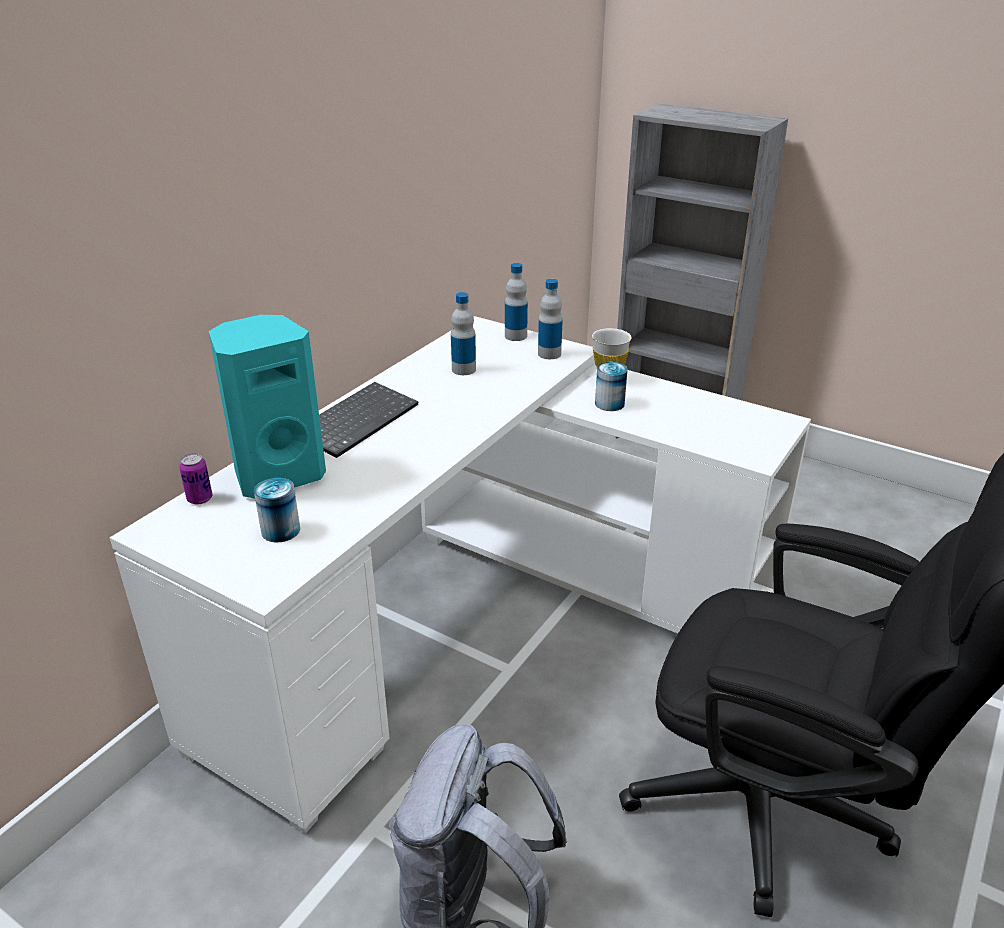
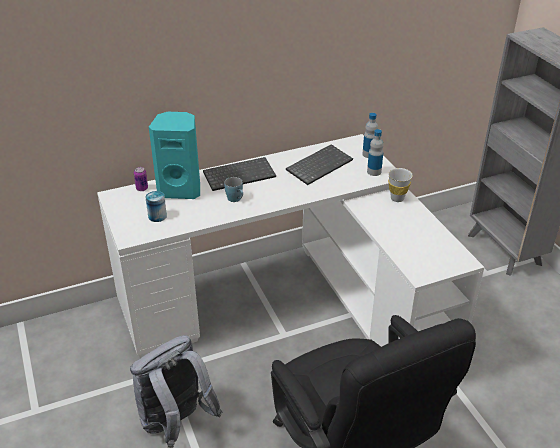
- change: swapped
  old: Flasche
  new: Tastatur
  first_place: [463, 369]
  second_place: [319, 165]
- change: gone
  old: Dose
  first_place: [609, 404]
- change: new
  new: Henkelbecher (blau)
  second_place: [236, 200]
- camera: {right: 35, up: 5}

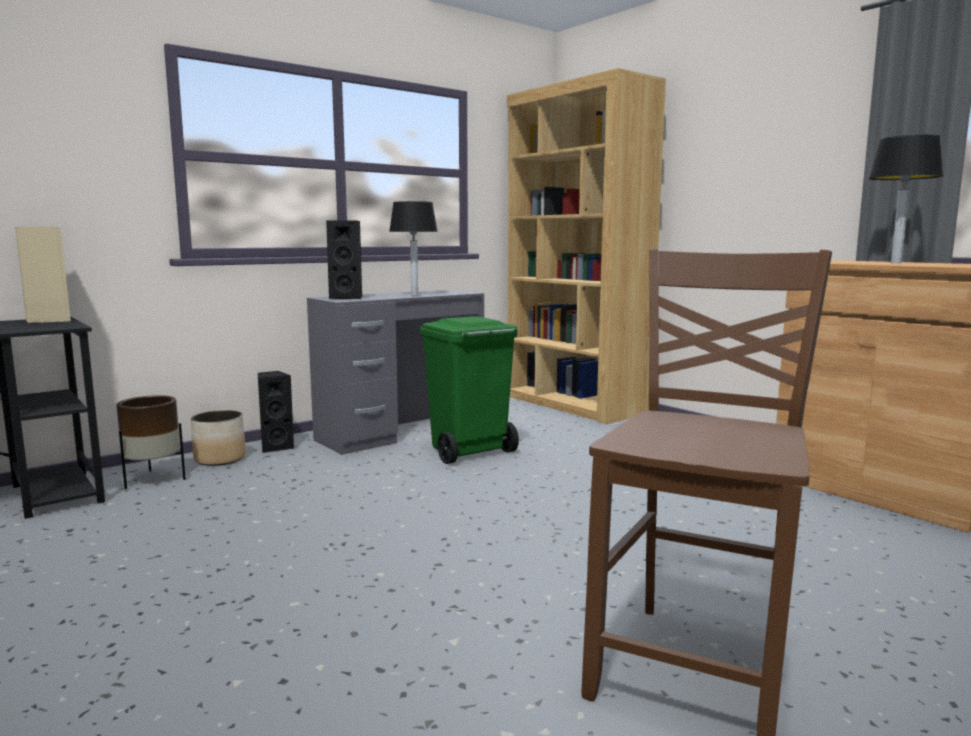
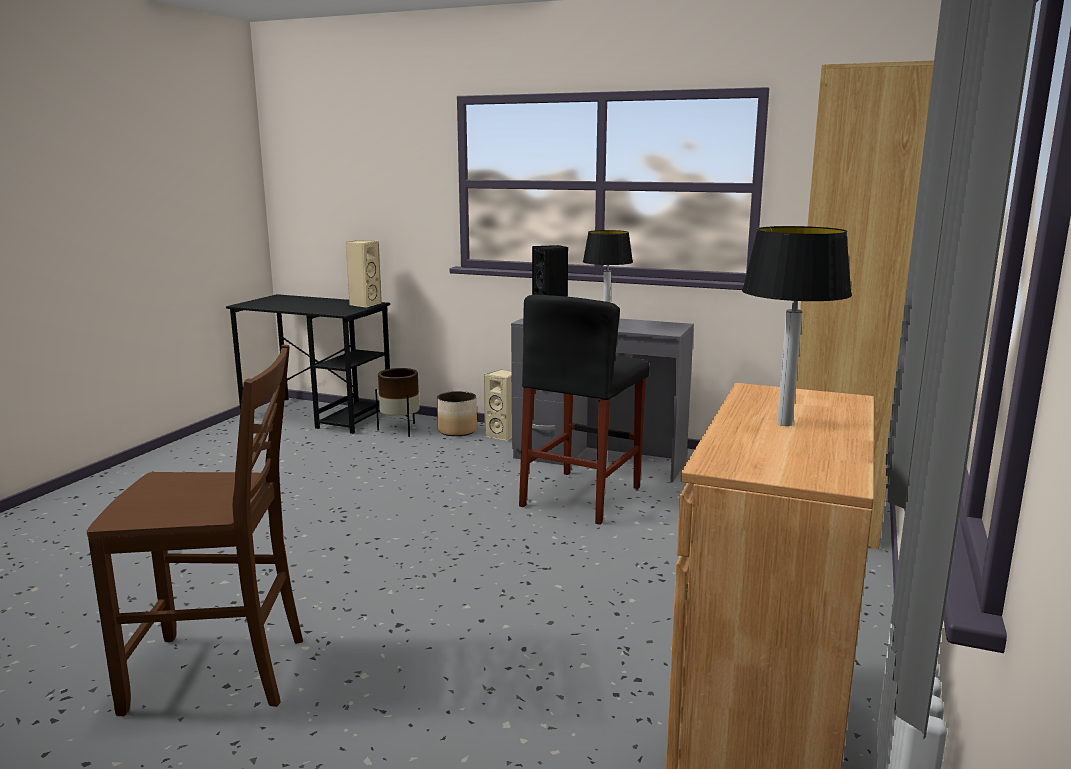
- change: repainted
  old: Lautsprecher (schwarz)
  new: Lautsprecher (beige)
  first_place: [276, 447]
  second_place: [502, 435]
- change: swapped
  old: Mülleimer (grün)
  new: Hocker (schwarz)
  first_place: [468, 452]
  second_place: [581, 496]
- camera: {right: 60, up: 5}

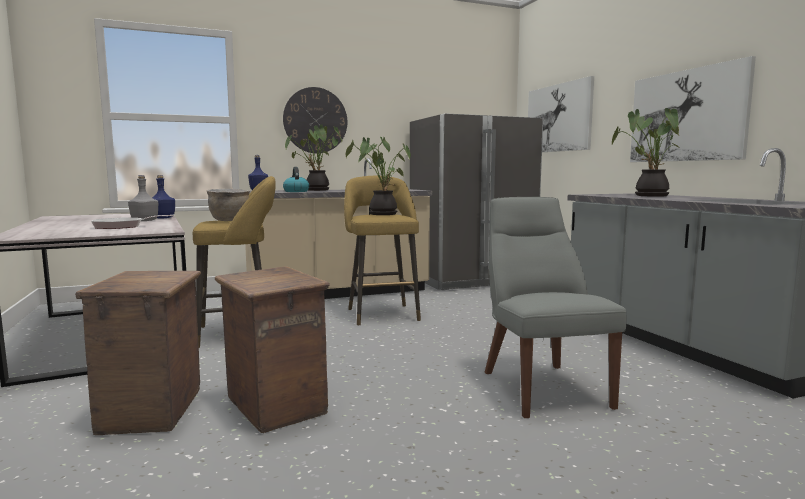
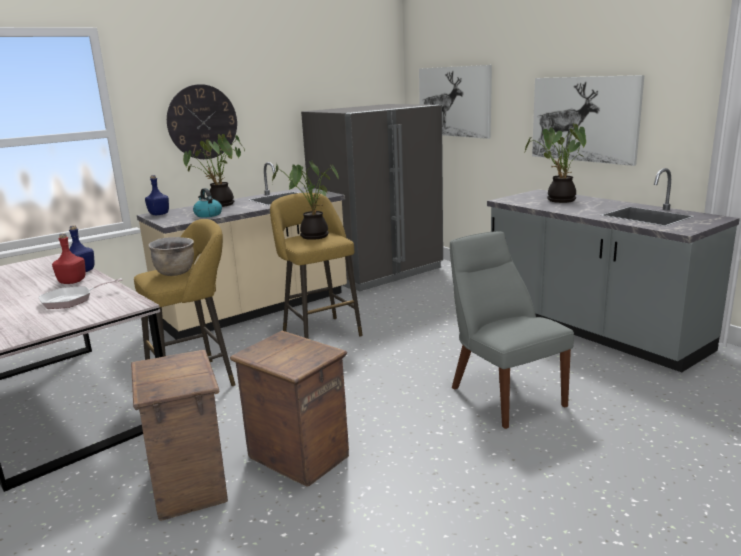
- change: repainted
  old: Flasche (grau)
  new: Flasche (rot)
  first_place: [145, 221]
  second_place: [73, 282]
- camera: {right: -15, up: 10}

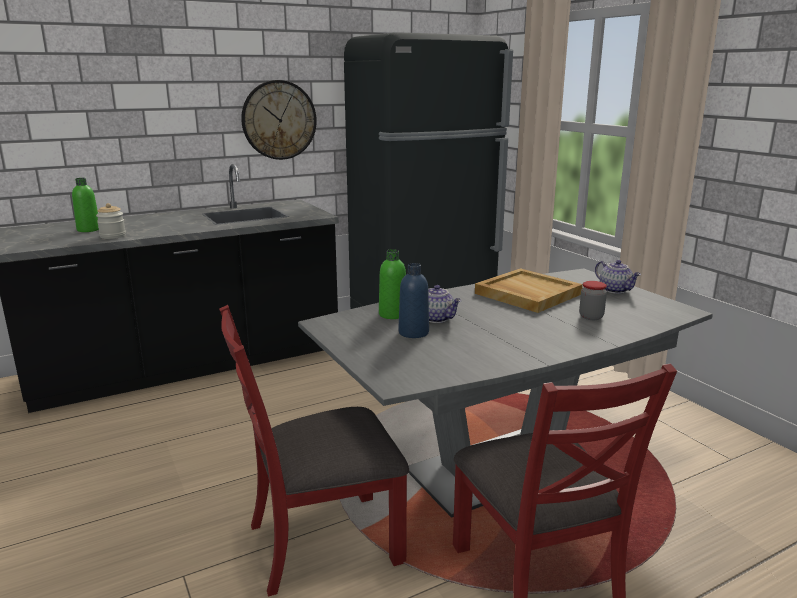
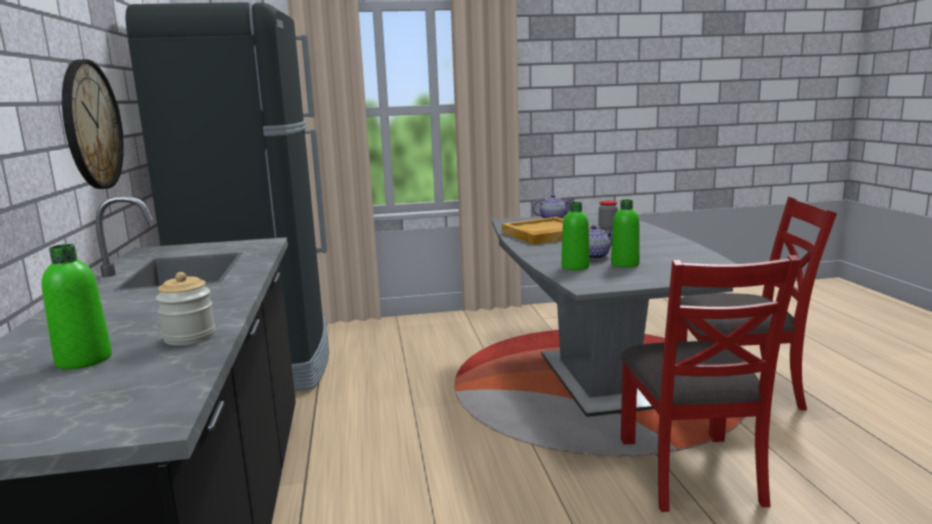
- change: repainted
  old: Flasche (blau)
  new: Flasche (grün)
  first_place: [413, 333]
  second_place: [625, 264]
- camera: {right: -70, up: -5}

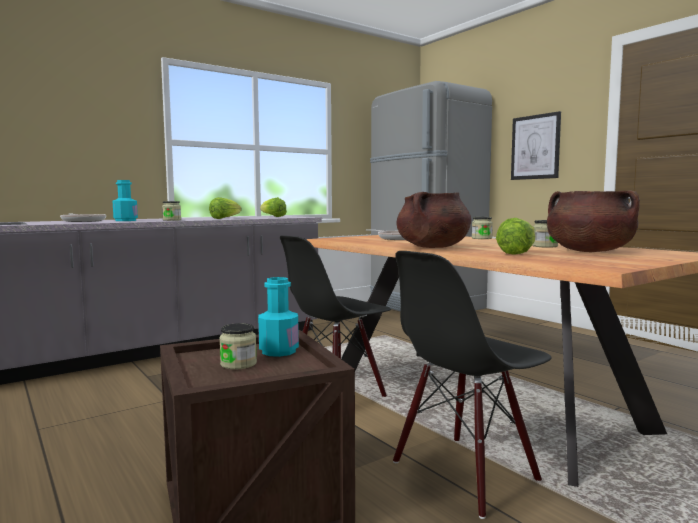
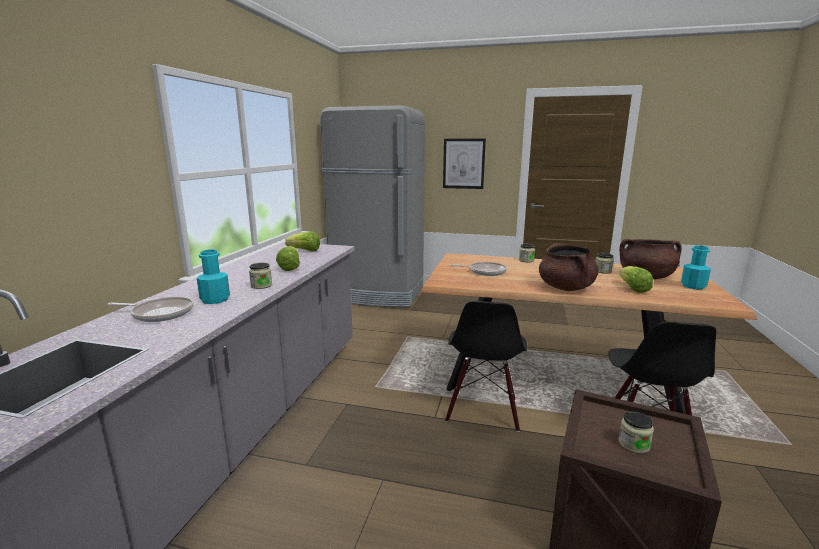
- change: shifted
  old: Flasche (türkis)
  first_place: [279, 351]
  second_place: [693, 286]
- camera: {right: -40, up: 10}

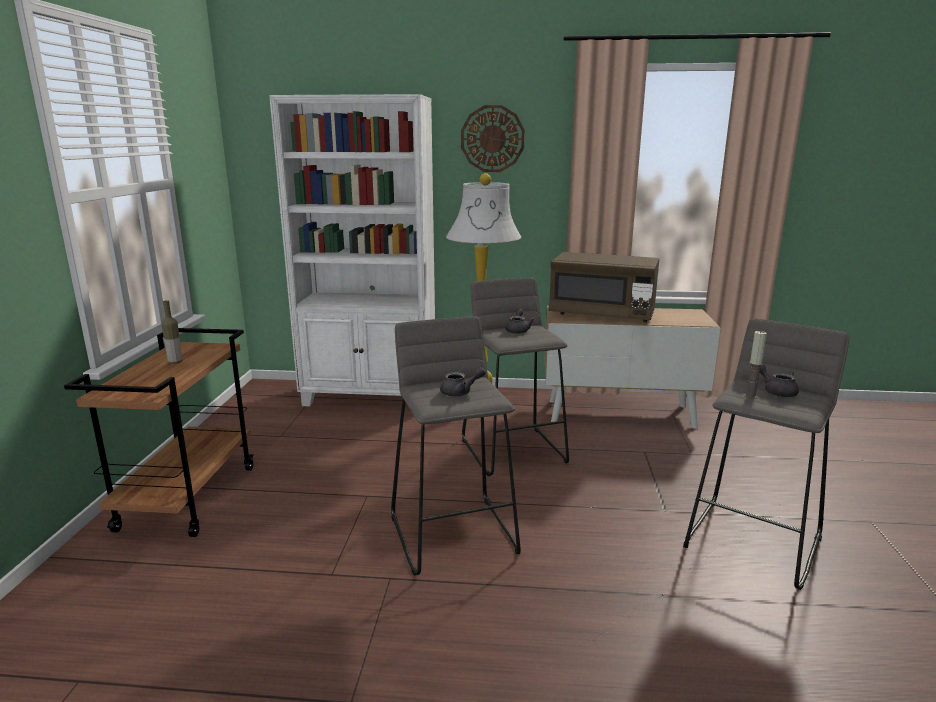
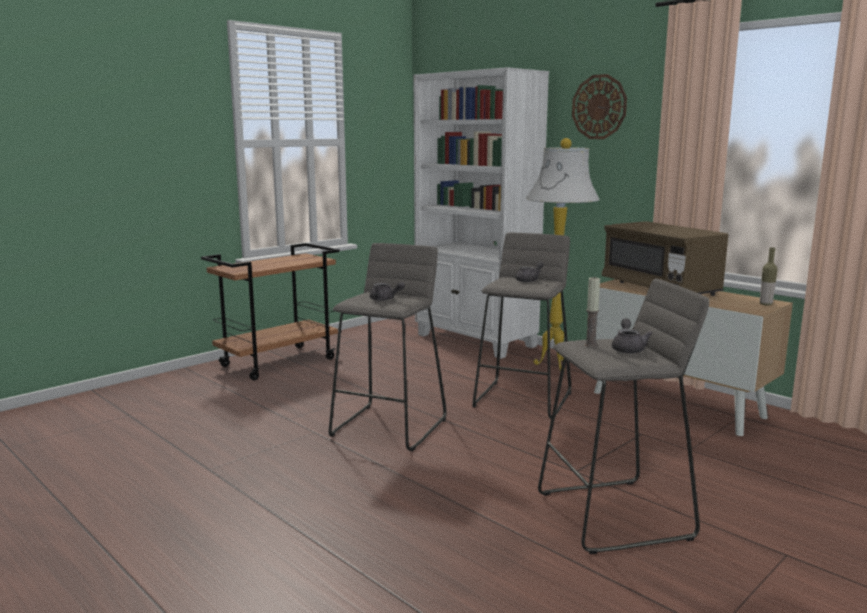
- change: shifted
  old: Flasche
  first_place: [175, 362]
  second_place: [765, 304]
- camera: {right: 40, up: -5}

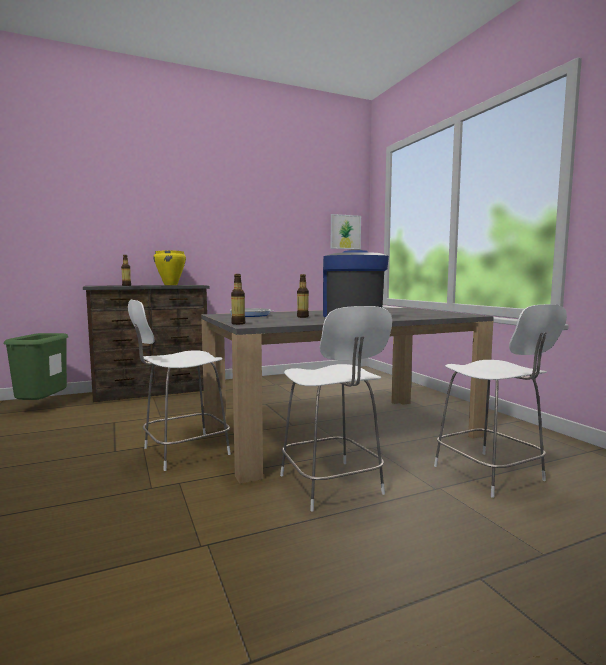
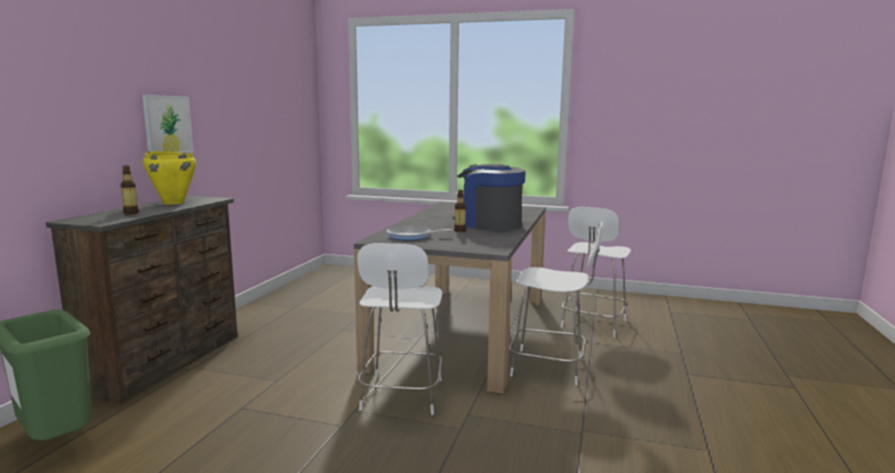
- change: gone
  old: Flasche
  first_place: [238, 324]
- change: shifted
  old: Bild
  first_place: [345, 232]
  second_place: [167, 125]
- change: rotated
  old: Stuhl (weiß)
  first_place: [491, 475]
  second_place: [593, 324]
  degrees: 105
- camera: {right: -50, up: 5}

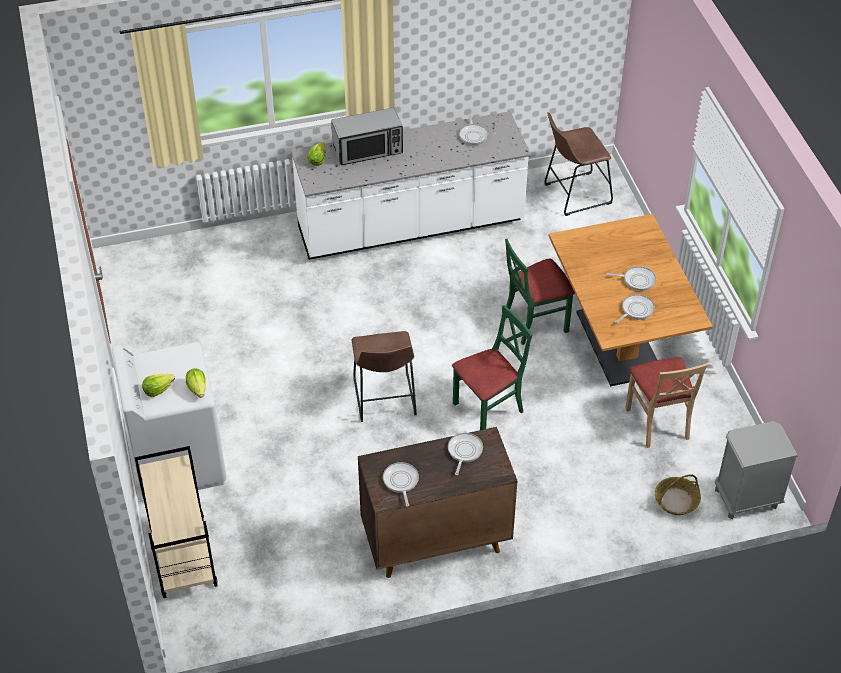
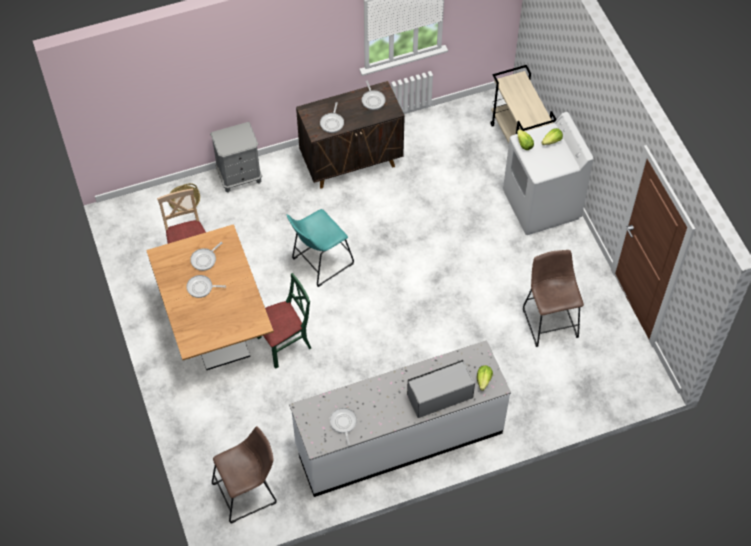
- change: shifted
  old: Hocker (braun)
  first_place: [384, 400]
  second_place: [549, 320]
- change: swapped
  old: Stuhl (grün)
  new: Hocker (türkis)
  first_place: [488, 409]
  second_place: [319, 263]
- change: shifted
  old: Nachttisch (grau)
  first_place: [746, 499]
  second_place: [240, 177]
- camera: {right: 175, up: 10}

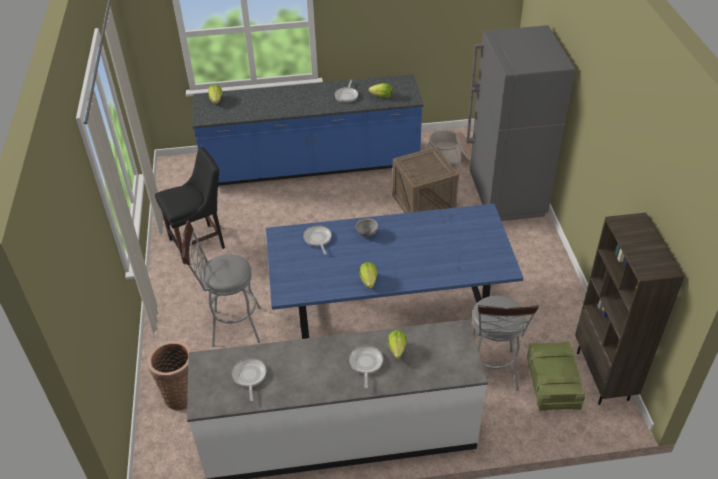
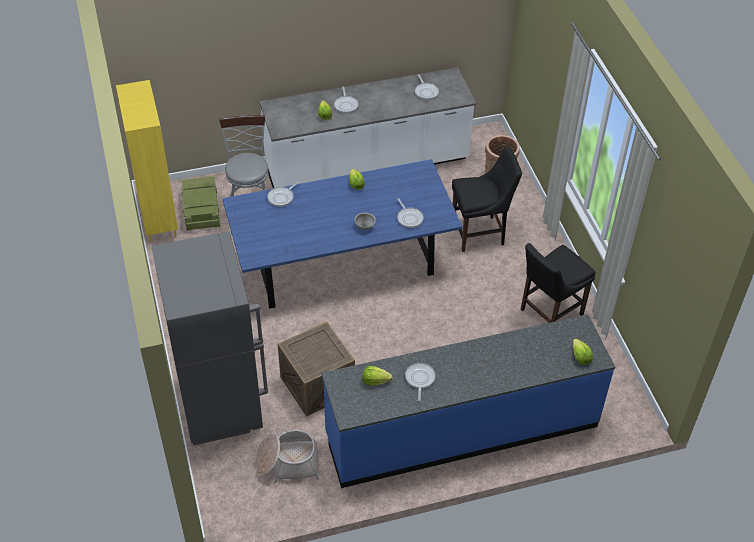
- change: swapped
  old: Hocker (grau)
  new: Stuhl (schwarz)
  first_place: [231, 326]
  second_place: [480, 233]
- change: repainted
  old: Bücherregal (braun)
  new: Bücherregal (gelb)
  first_place: [603, 376]
  second_place: [158, 220]
- change: new
  new: Pfanne
  second_place: [282, 197]
- camera: {right: 170, up: 5}

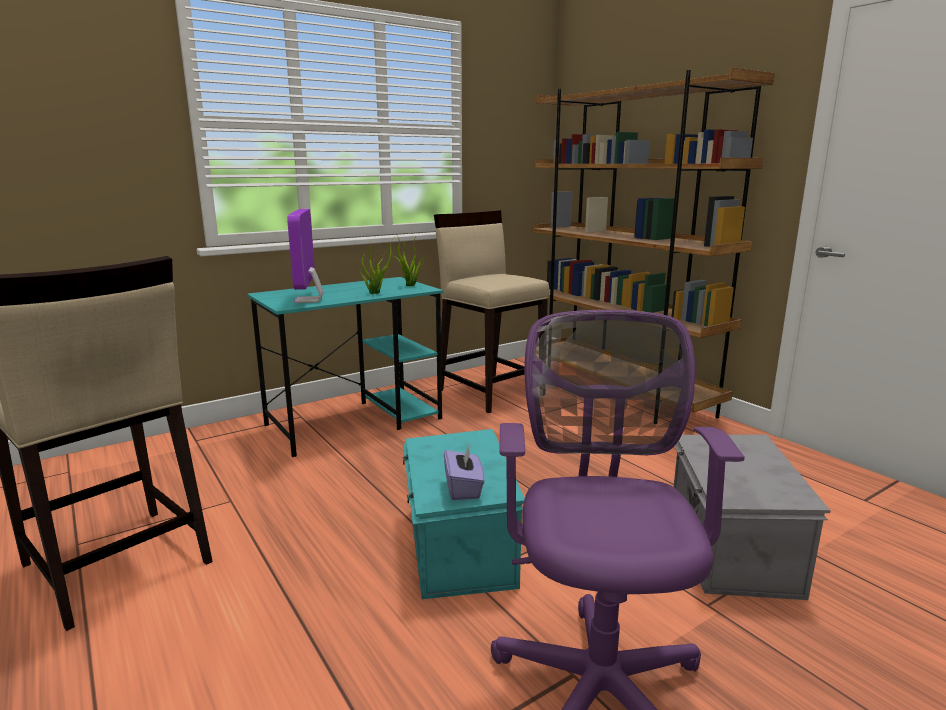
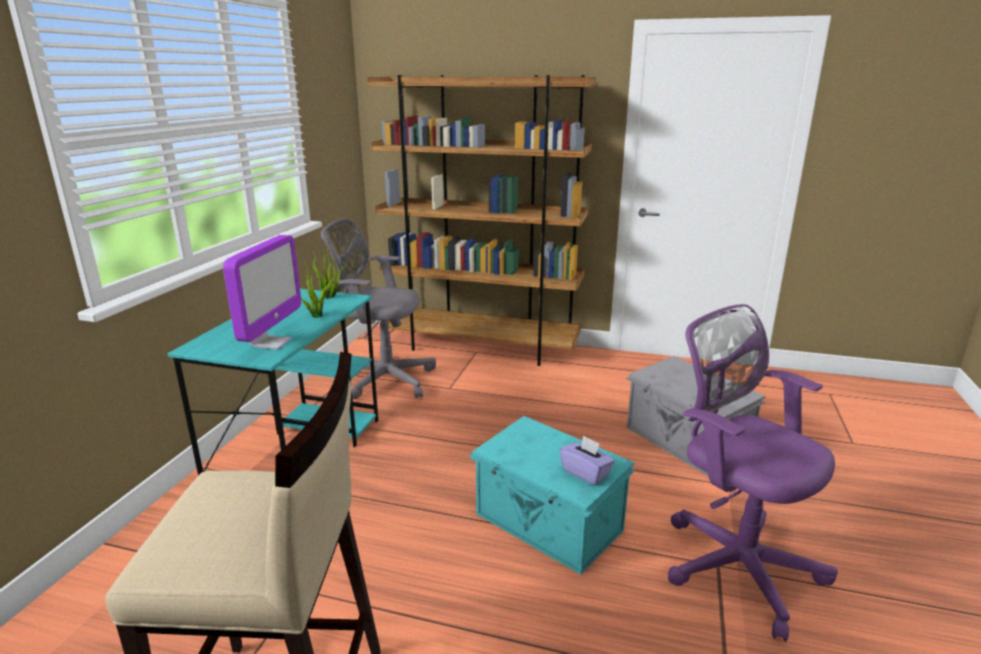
- change: rotated
  old: Monitor
  first_place: [309, 300]
  second_place: [271, 343]
  degrees: -120
- change: swapped
  old: Hocker (beige)
  new: Bürostuhl (grau)
  first_place: [490, 392]
  second_place: [383, 378]
- camera: {right: -40, up: 5}

